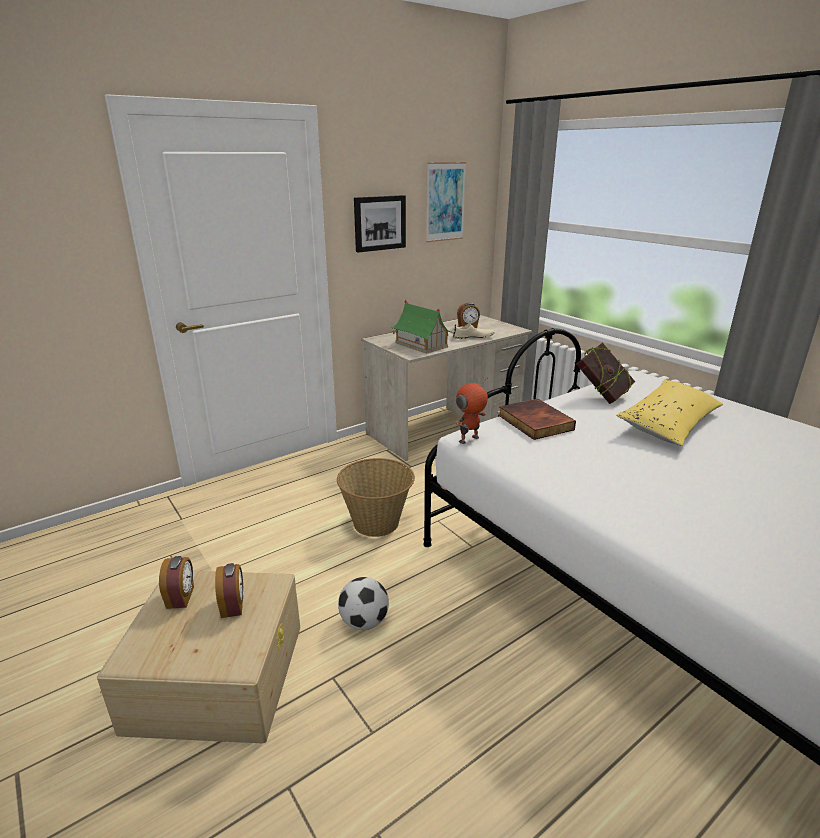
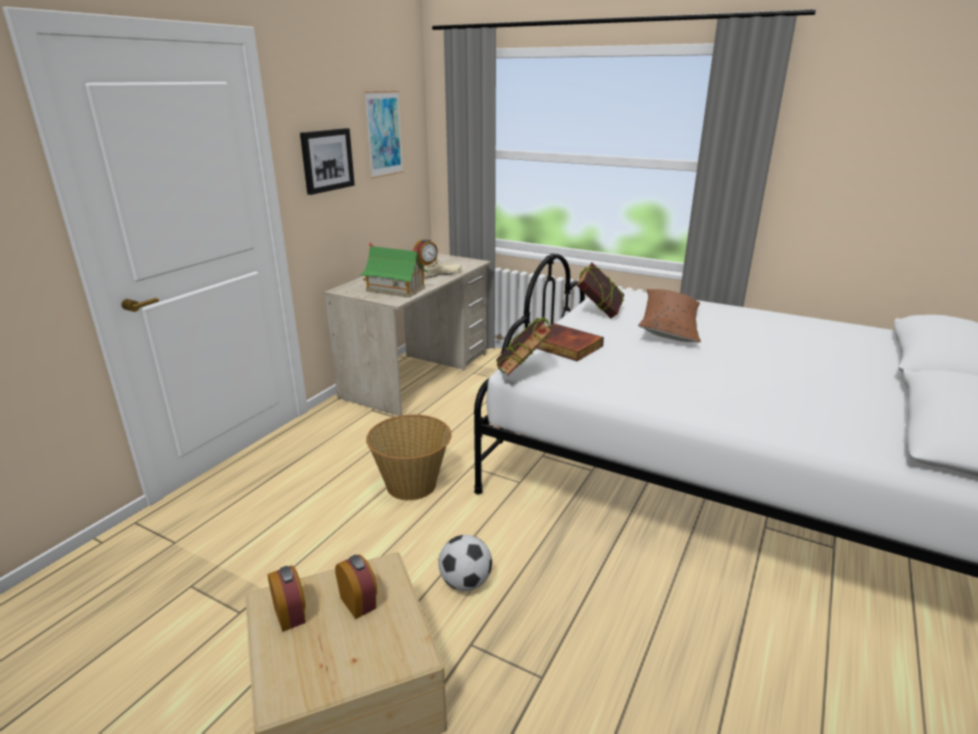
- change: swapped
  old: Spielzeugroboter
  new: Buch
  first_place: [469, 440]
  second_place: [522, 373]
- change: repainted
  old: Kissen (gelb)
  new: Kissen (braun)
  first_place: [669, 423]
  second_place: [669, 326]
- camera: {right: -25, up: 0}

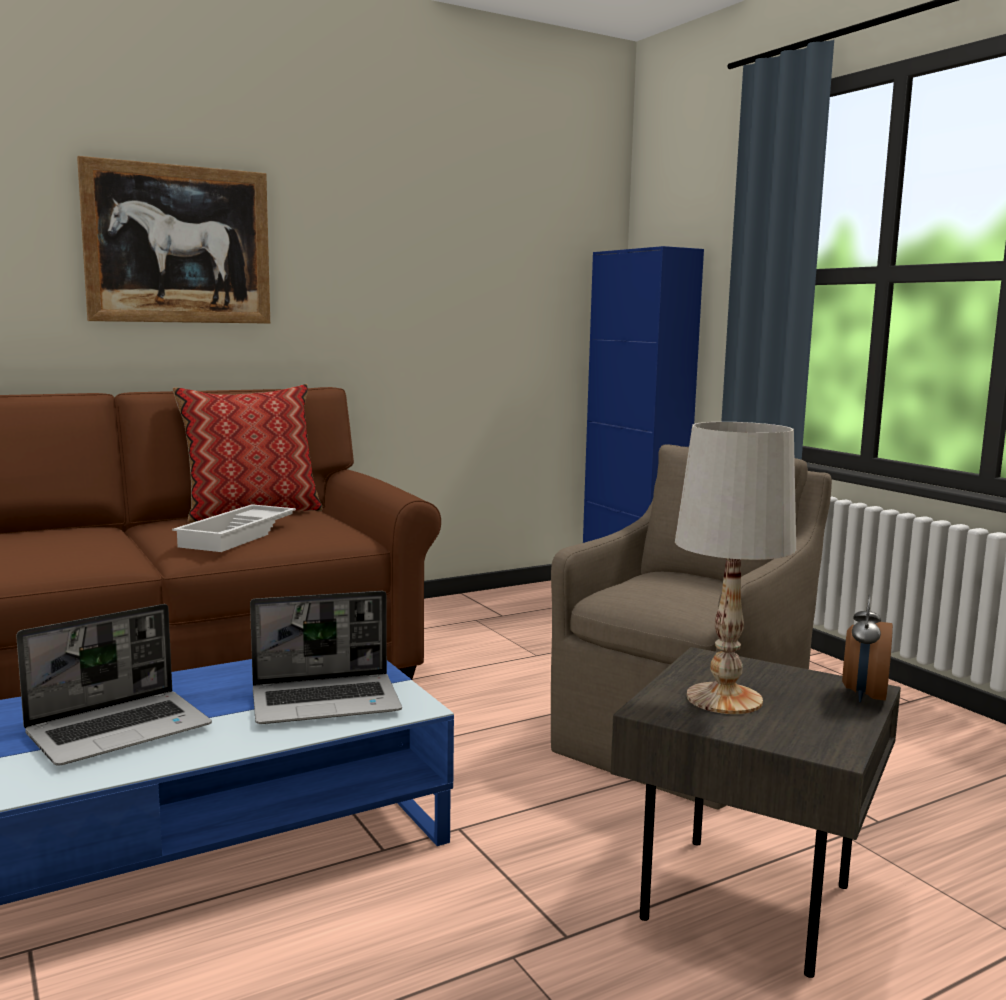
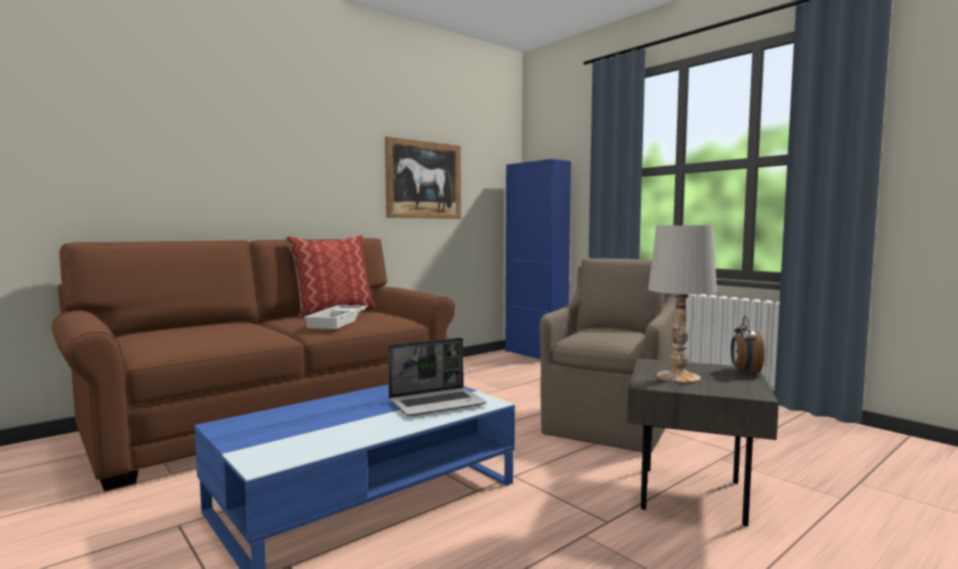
- change: gone
  old: Laptop
  first_place: [121, 730]
- change: shifted
  old: Bild
  first_place: [178, 245]
  second_place: [424, 180]
- camera: {right: -10, up: -5}

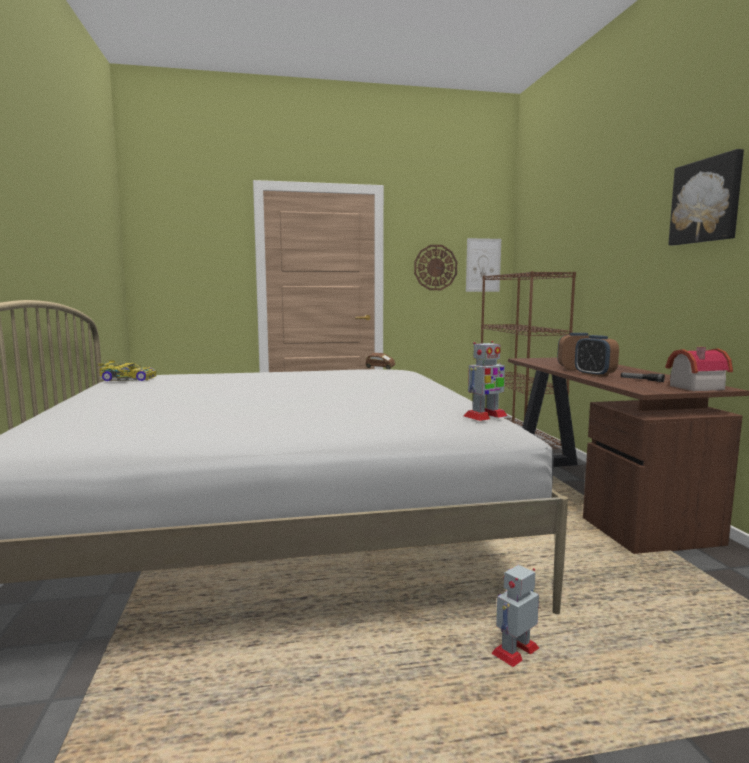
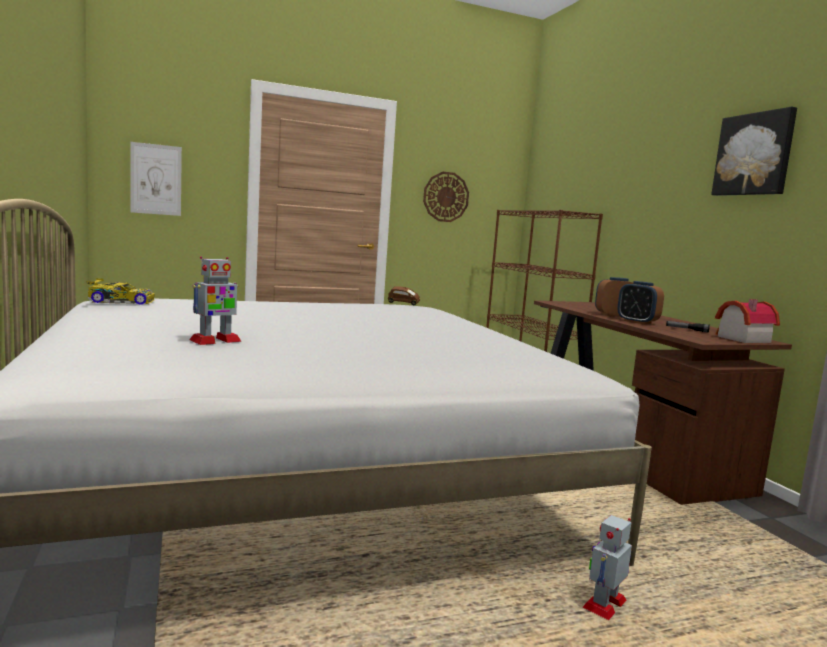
- change: shifted
  old: Spielzeugroboter
  first_place: [485, 416]
  second_place: [215, 341]
- change: shifted
  old: Bild
  first_place: [483, 265]
  second_place: [156, 179]
- camera: {right: -10, up: 0}

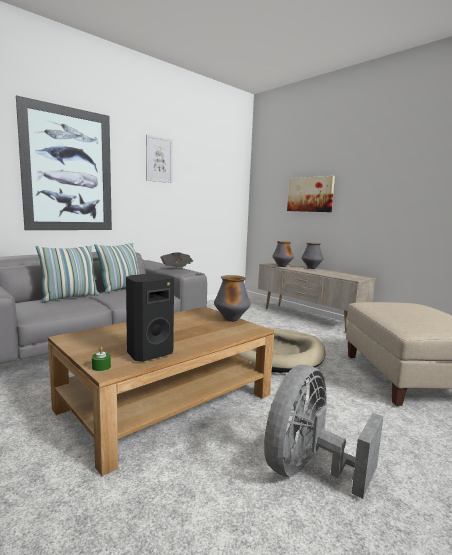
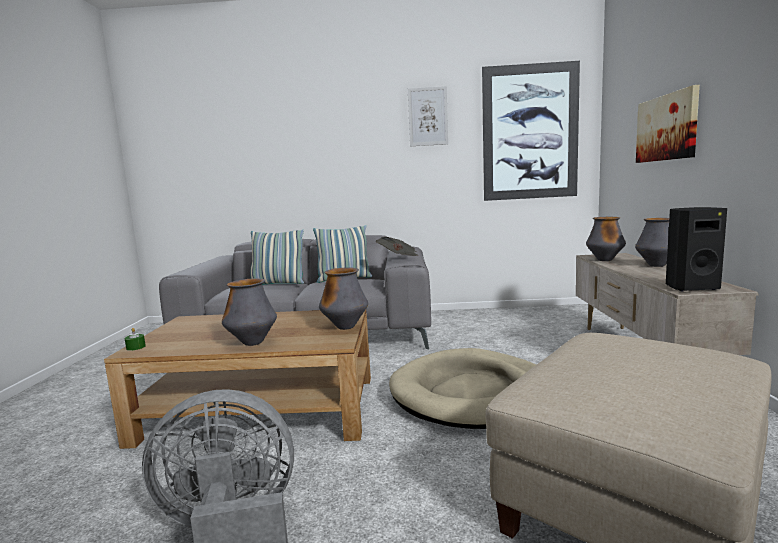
- change: shifted
  old: Bild
  first_place: [68, 170]
  second_place: [530, 132]
- change: shifted
  old: Lautsprecher (schwarz)
  first_place: [148, 353]
  second_place: [690, 287]
- change: new
  new: Vase
  second_place: [252, 343]
- camera: {right: 45, up: 0}

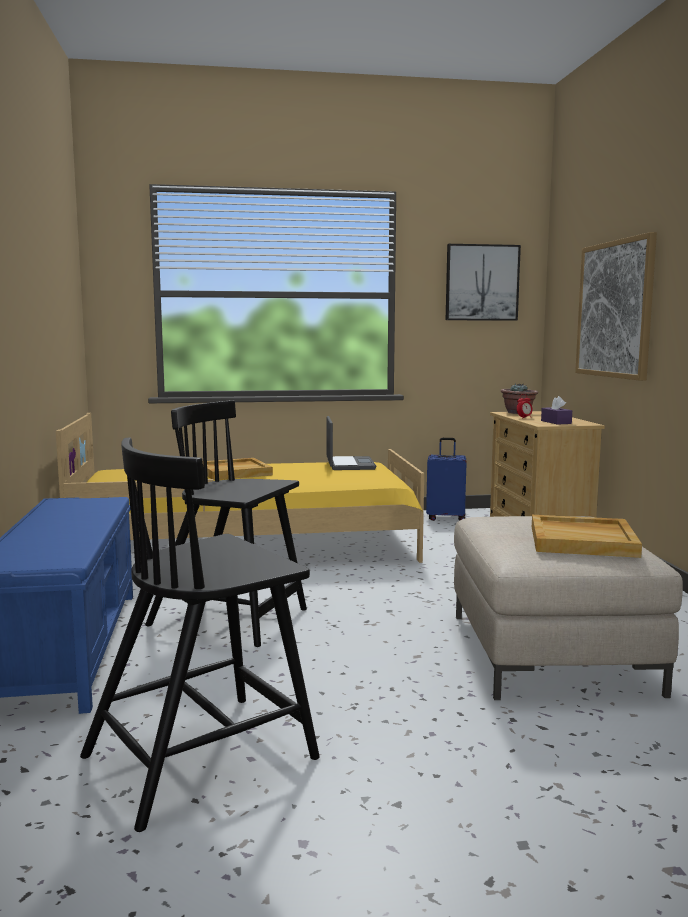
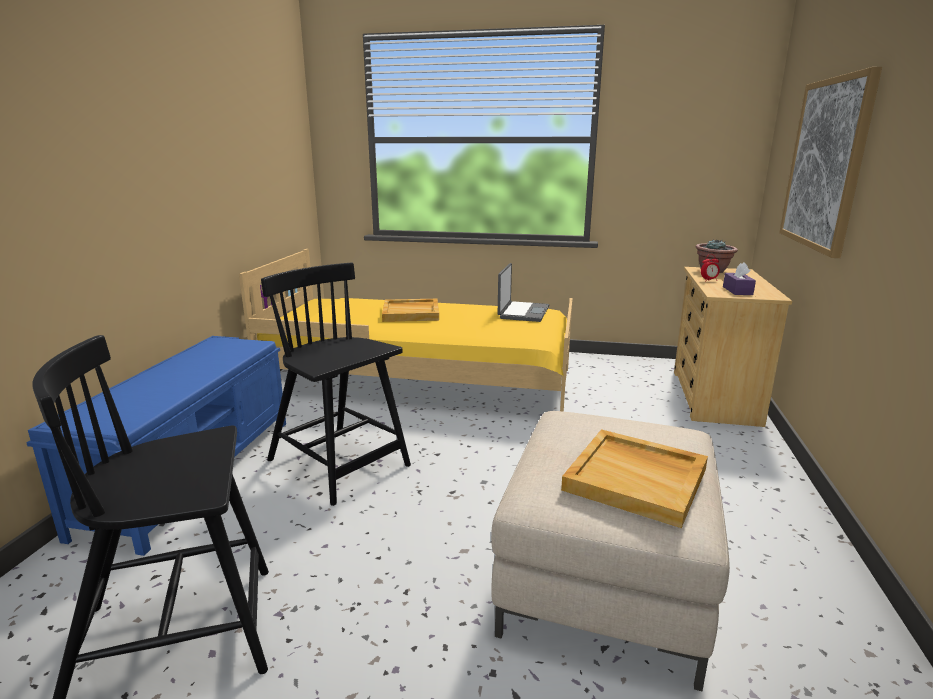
- change: gone
  old: Koffer (blau)
  first_place: [446, 518]
- change: gone
  old: Bild
  first_place: [482, 282]
- camera: {right: 20, up: 10}

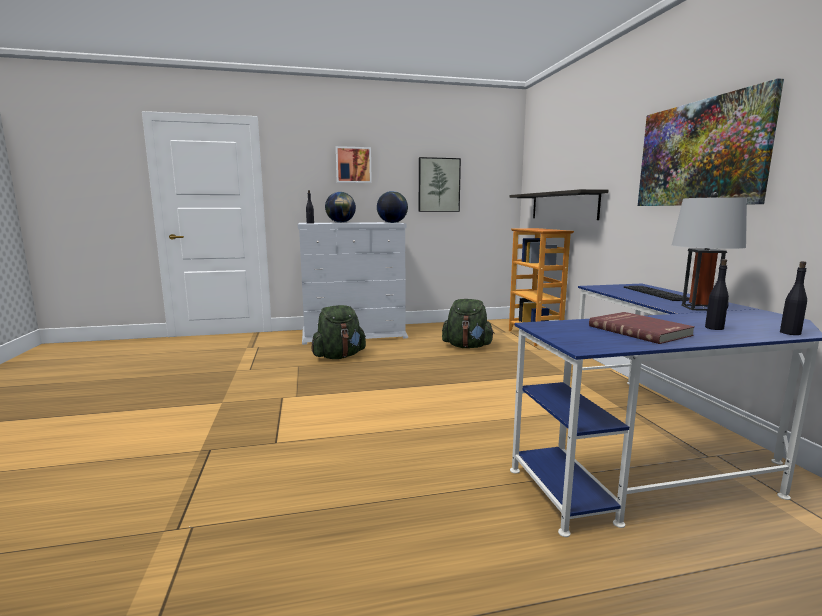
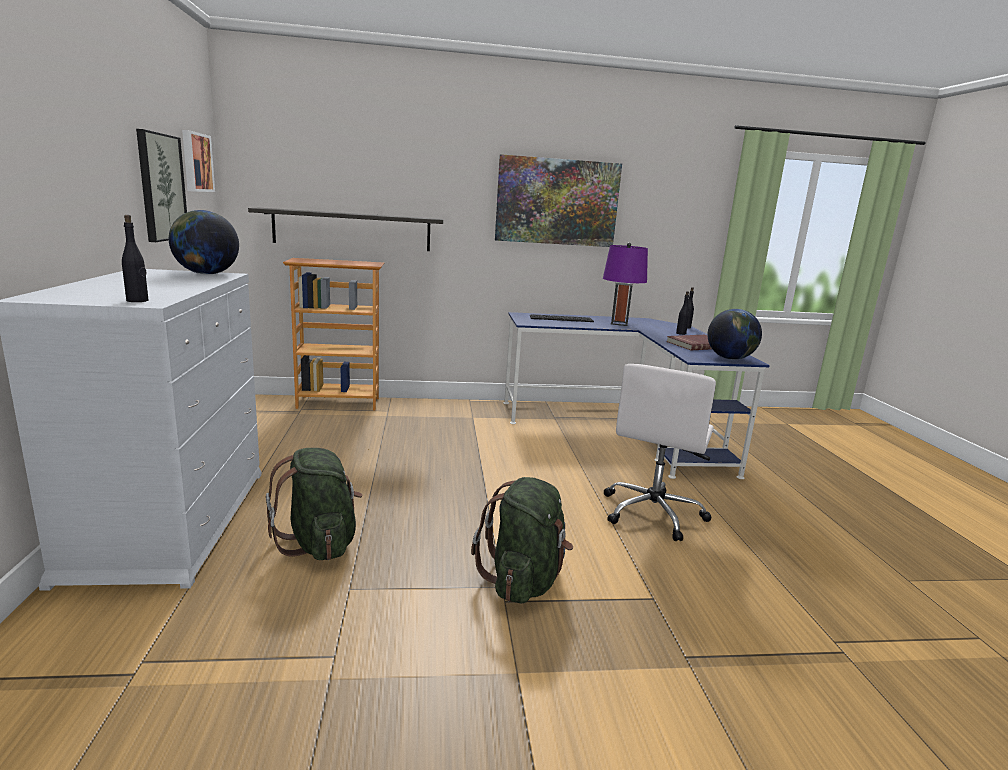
- change: shifted
  old: Globus
  first_place: [341, 222]
  second_place: [730, 358]
- change: shifted
  old: Bild
  first_place: [353, 165]
  second_place: [196, 162]
- change: shifted
  old: Rucksack (grün)
  first_place: [467, 346]
  second_place: [524, 581]
- change: repainted
  old: Tischlampe (grau)
  new: Tischlampe (lila)
  first_place: [699, 308]
  second_place: [619, 323]
- change: new
  new: Bürostuhl (weiß)
  second_place: [653, 513]
- camera: {right: -85, up: 5}

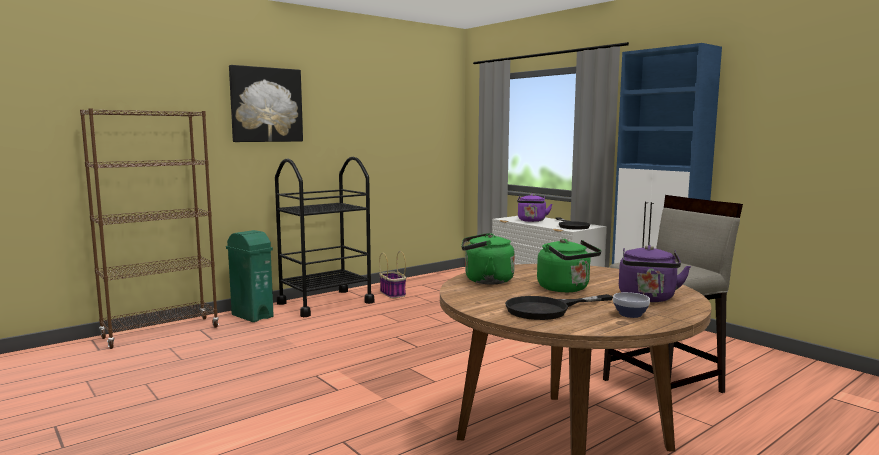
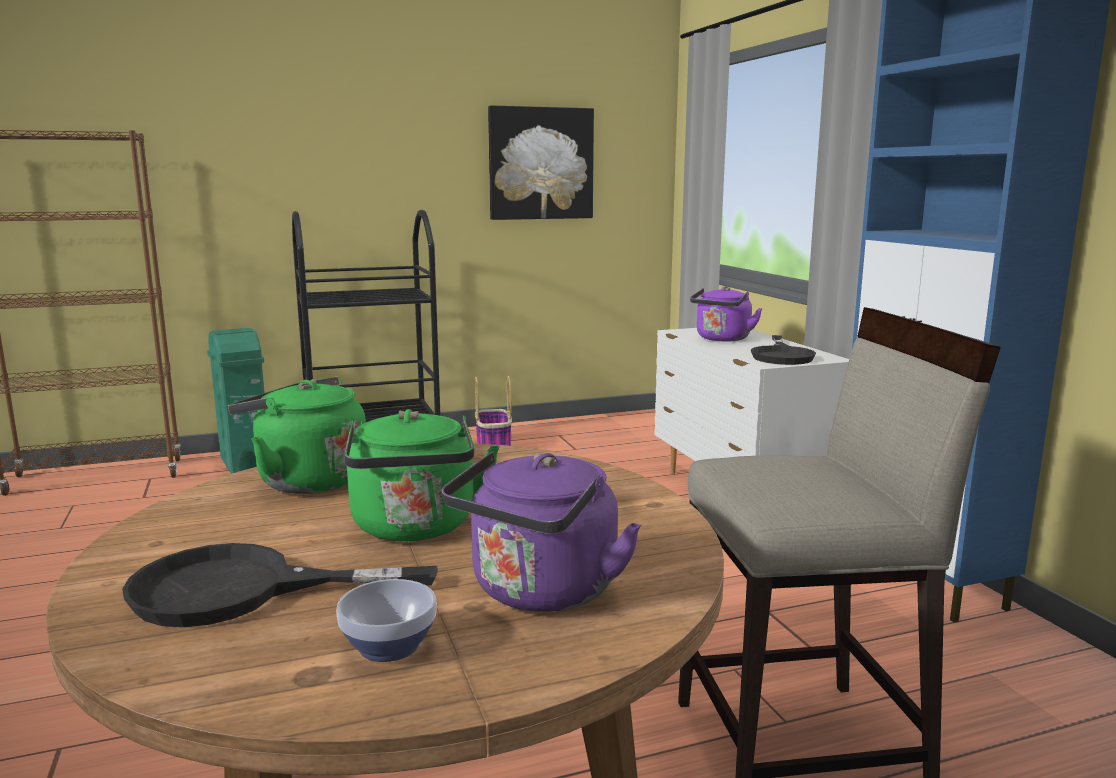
- change: shifted
  old: Bild
  first_place: [266, 105]
  second_place: [540, 163]
- camera: {right: 20, up: 5}

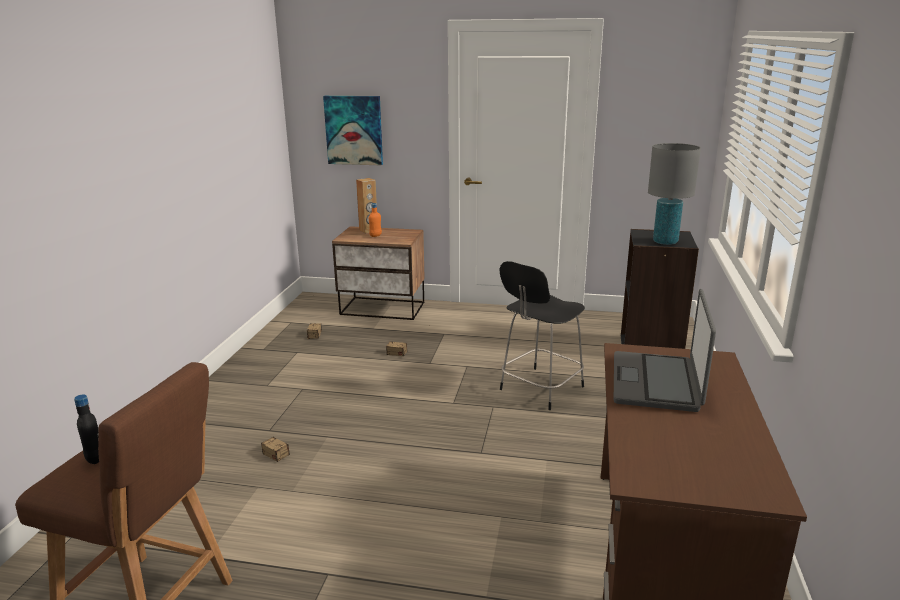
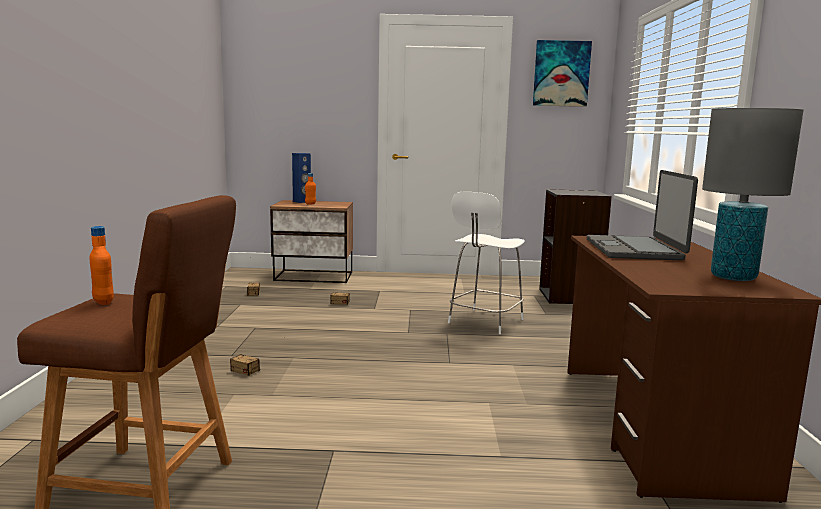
- change: repainted
  old: Flasche (schwarz)
  new: Flasche (orange)
  first_place: [95, 458]
  second_place: [103, 302]
- change: shifted
  old: Bild
  first_place: [354, 130]
  second_place: [561, 73]
- change: repainted
  old: Lautsprecher (braun)
  new: Lautsprecher (blau)
  first_place: [368, 230]
  second_place: [302, 202]
- change: repainted
  old: Stuhl (schwarz)
  new: Stuhl (weiß)
  first_place: [539, 389]
  second_place: [484, 322]
- change: shifted
  old: Tischlampe (grau)
  first_place: [665, 242]
  second_place: [733, 277]
- camera: {right: -10, up: -10}

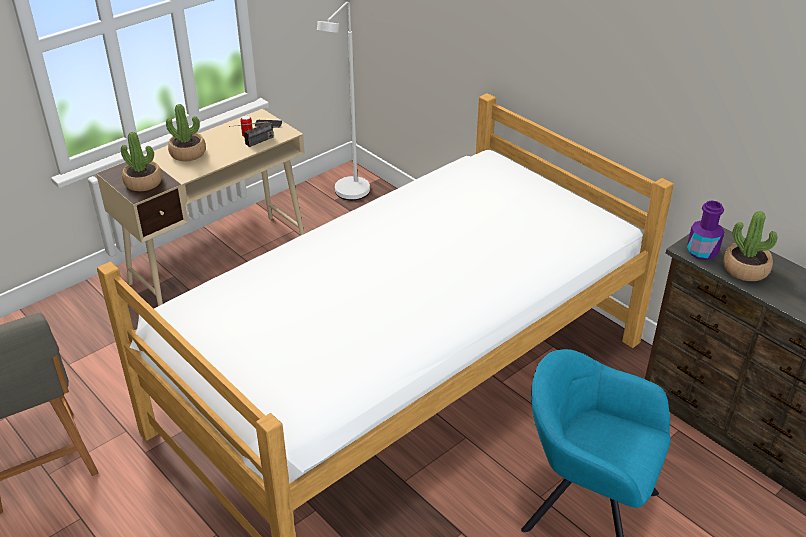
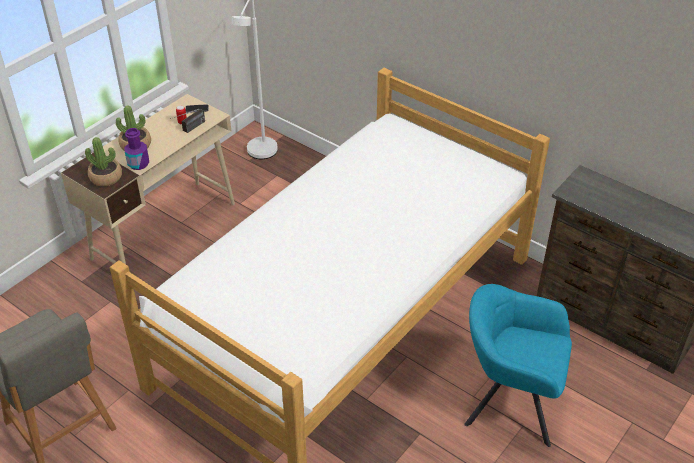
- change: shifted
  old: Flasche (lila)
  first_place: [702, 252]
  second_place: [138, 164]
- change: gone
  old: Topfpflanze
  first_place: [745, 269]
- camera: {right: -10, up: 5}

